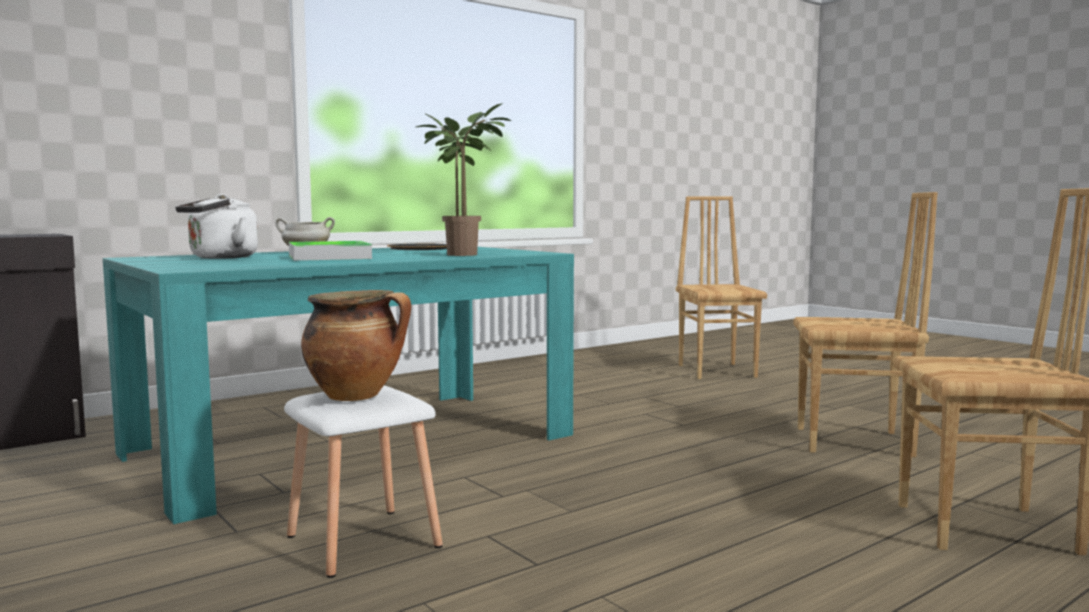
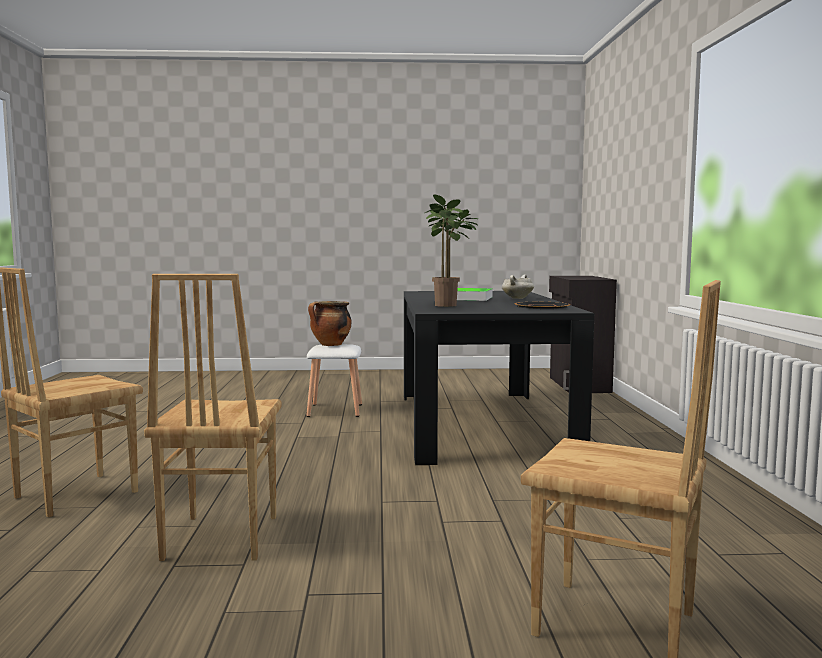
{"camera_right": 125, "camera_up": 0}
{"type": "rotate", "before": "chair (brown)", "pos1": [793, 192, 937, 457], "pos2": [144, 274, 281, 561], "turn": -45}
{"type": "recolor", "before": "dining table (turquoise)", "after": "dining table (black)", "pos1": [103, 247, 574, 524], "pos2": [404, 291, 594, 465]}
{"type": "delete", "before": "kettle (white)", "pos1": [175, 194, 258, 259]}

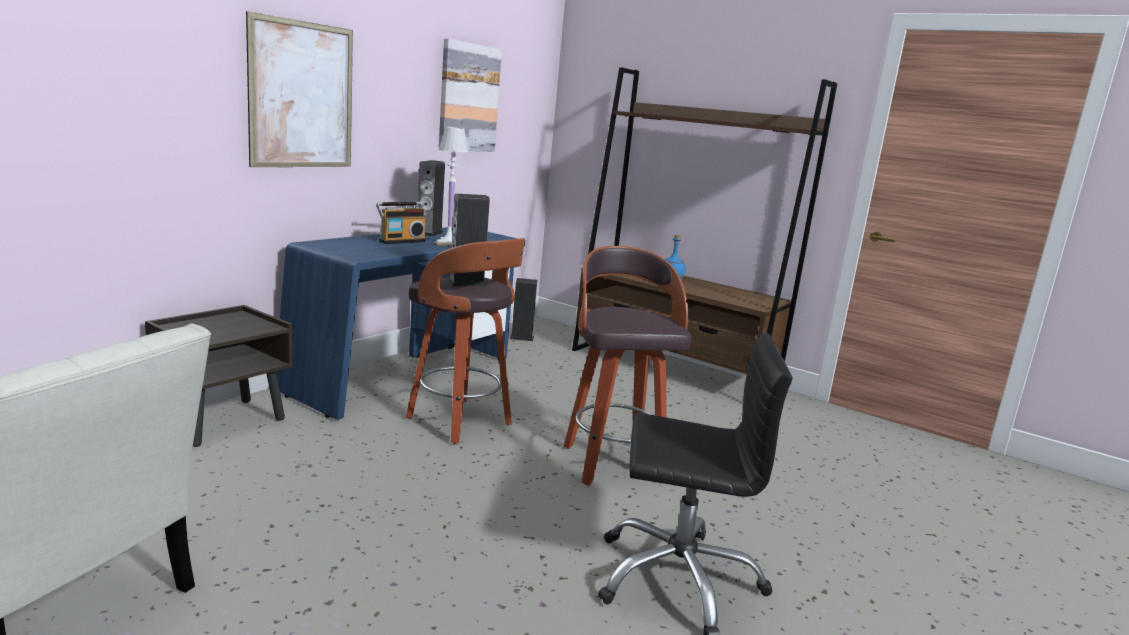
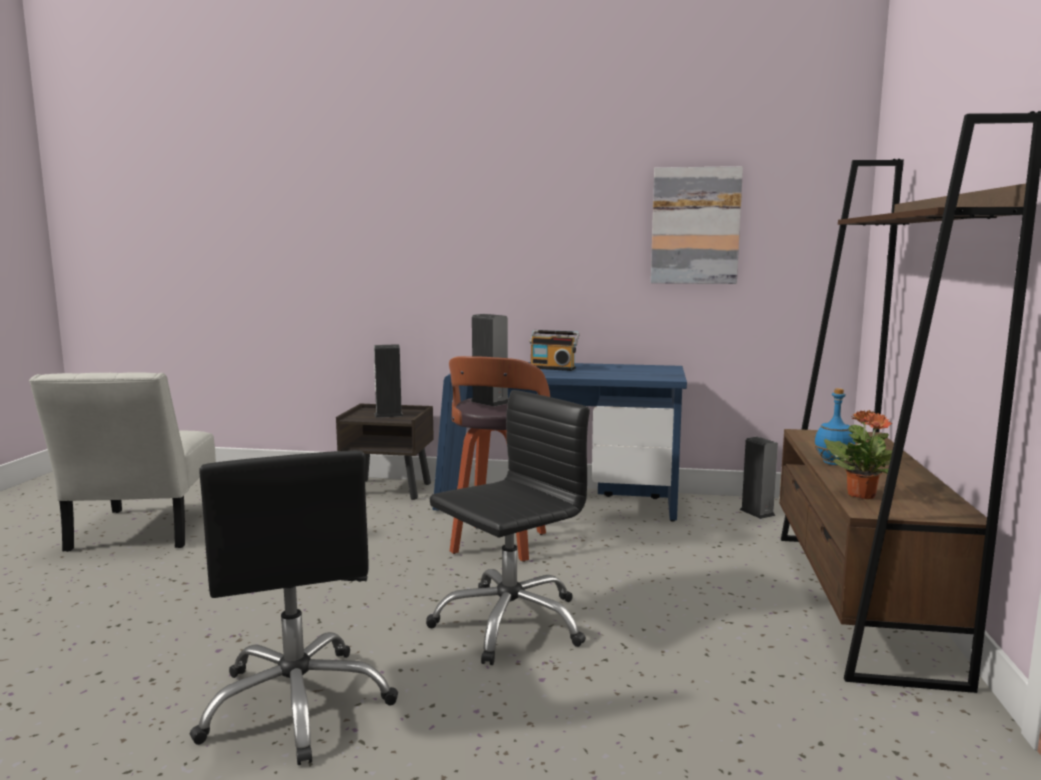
{"camera_right": 65, "camera_up": -5}
{"type": "move", "before": "speaker", "pos1": [418, 160, 445, 237], "pos2": [374, 344, 403, 418]}
{"type": "replace", "before": "stool", "after": "office chair (black)", "pos1": [563, 246, 691, 485], "pos2": [426, 390, 590, 665]}
{"type": "insert", "after": "potted plant", "pos2": [824, 410, 892, 499]}
{"type": "delete", "before": "picture", "pos1": [246, 11, 353, 167]}
{"type": "delete", "before": "table lamp (white)", "pos1": [434, 127, 469, 247]}

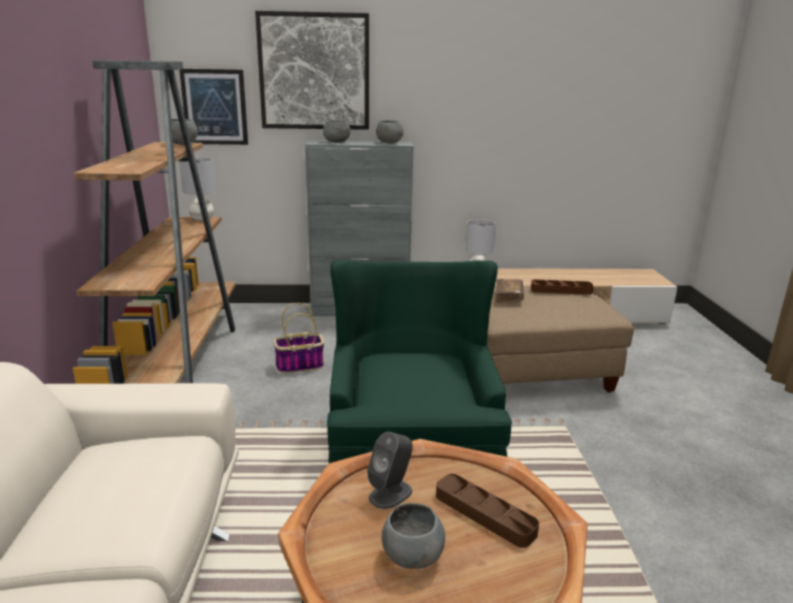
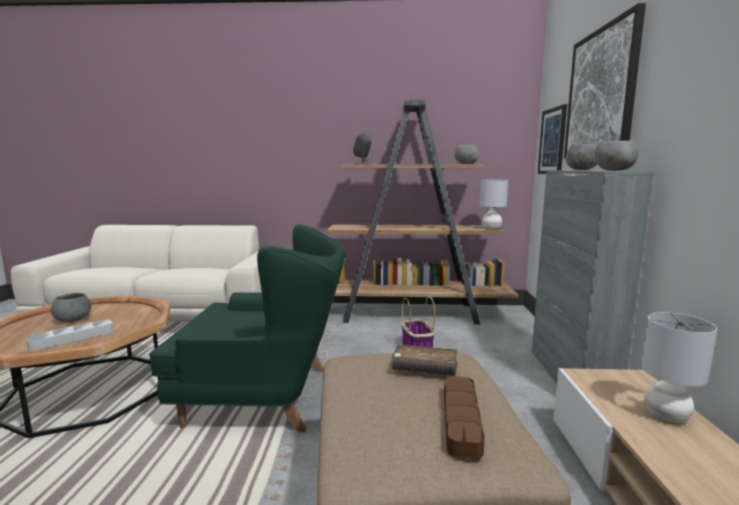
{"camera_right": 95, "camera_up": -10}
{"type": "recolor", "before": "tray (brown)", "after": "tray (grey)", "pos1": [436, 474, 539, 548], "pos2": [26, 319, 113, 351]}
{"type": "move", "before": "speaker (grey)", "pos1": [367, 432, 413, 509], "pos2": [353, 133, 372, 164]}

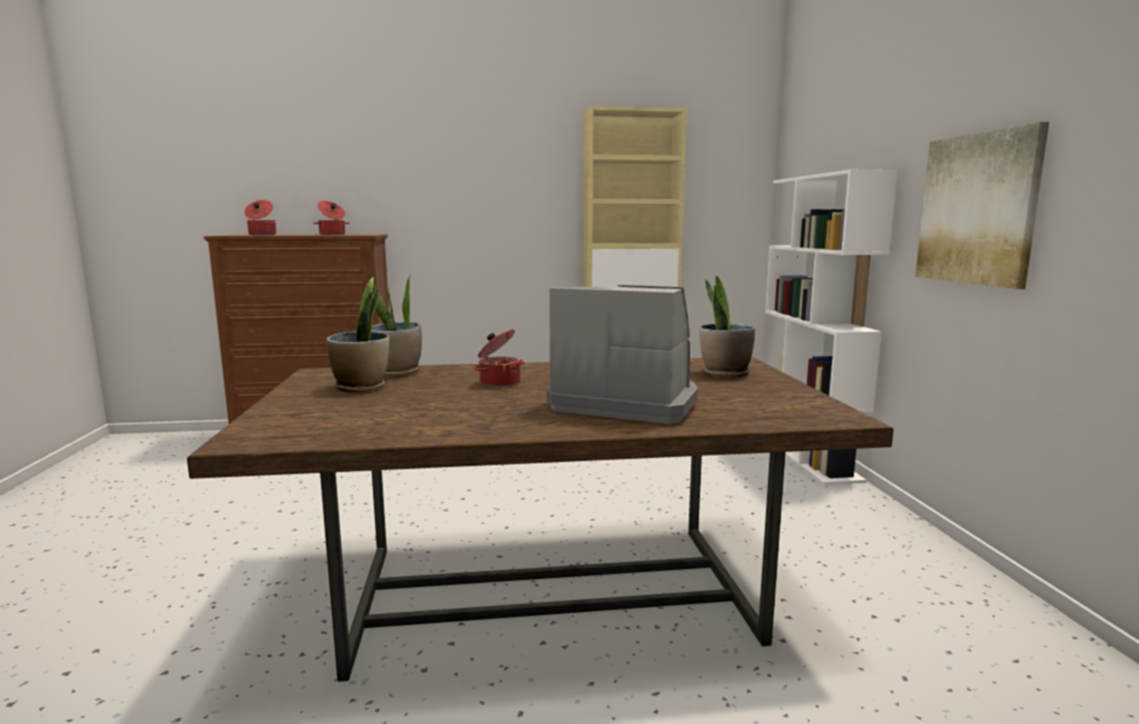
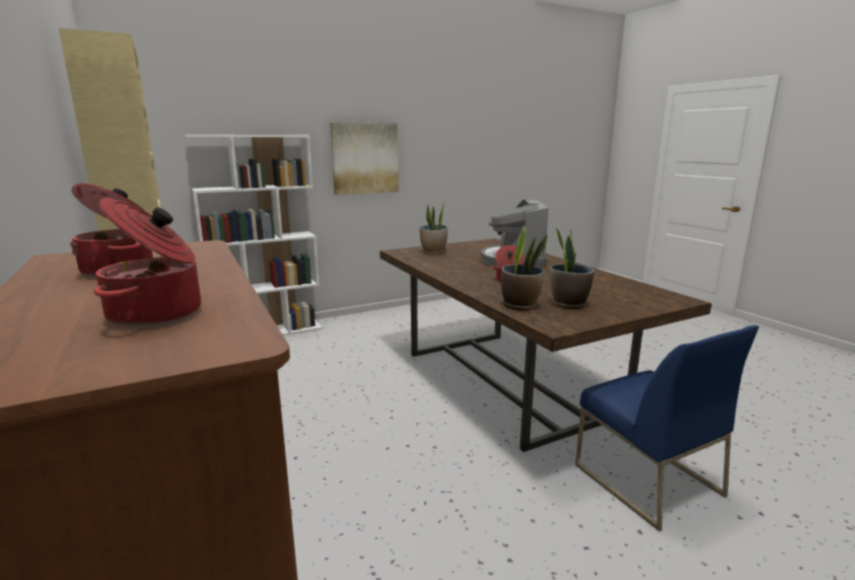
{"camera_right": -110, "camera_up": 5}
{"type": "insert", "after": "chair (blue)", "pos2": [575, 325, 759, 531]}

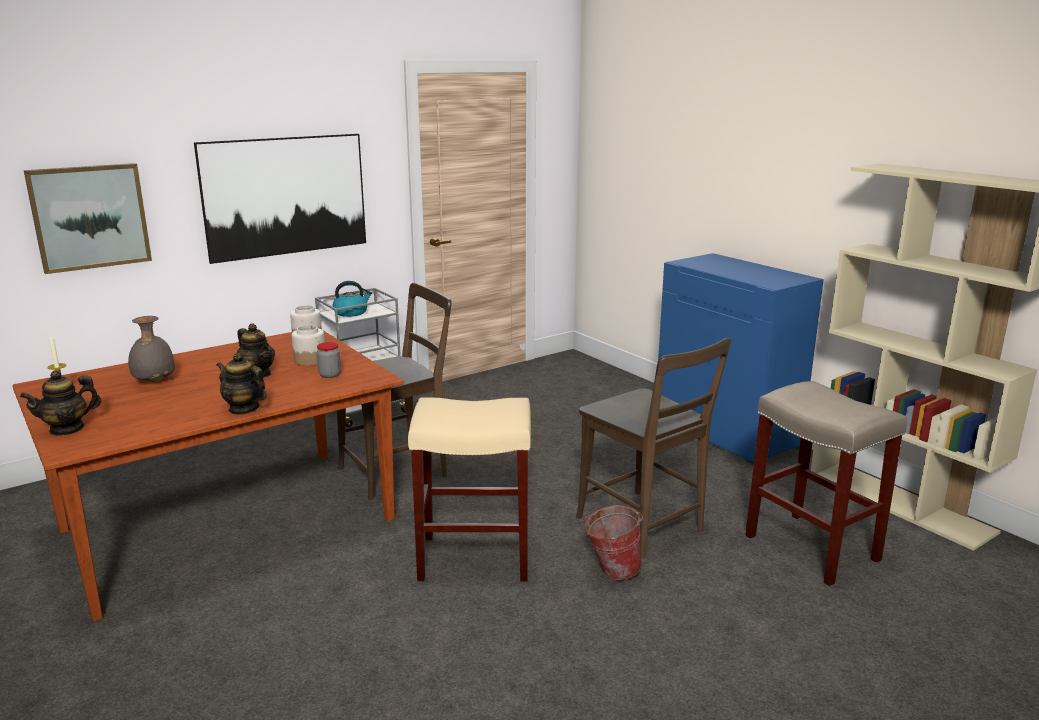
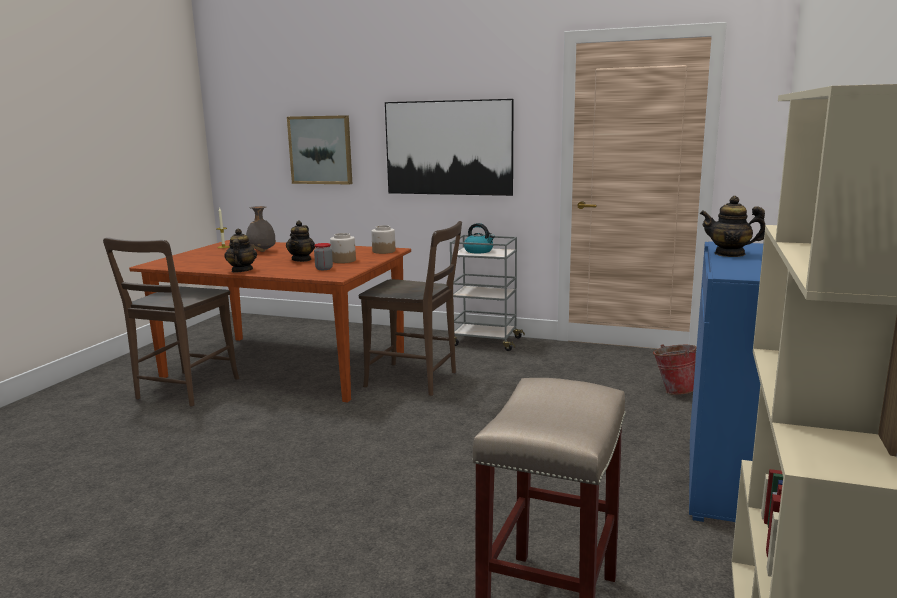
{"camera_right": 55, "camera_up": -5}
{"type": "move", "before": "chair (brown)", "pos1": [576, 338, 731, 558], "pos2": [103, 237, 239, 406]}
{"type": "move", "before": "bucket", "pos1": [582, 505, 643, 580], "pos2": [653, 345, 697, 395]}
{"type": "move", "before": "teapot", "pos1": [20, 370, 101, 436], "pos2": [700, 196, 765, 257]}
{"type": "delete", "before": "stool (beige)", "pos1": [408, 397, 531, 582]}

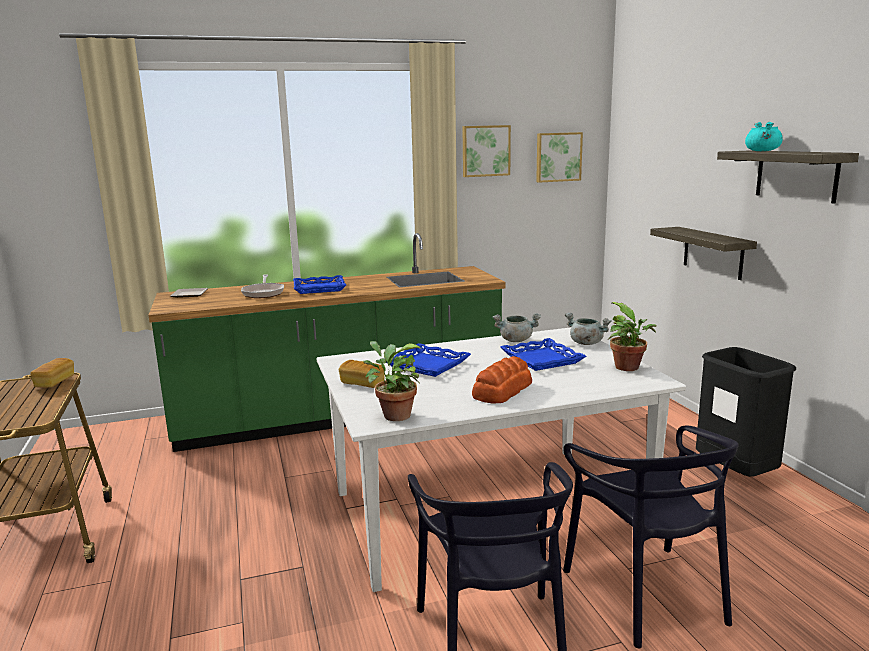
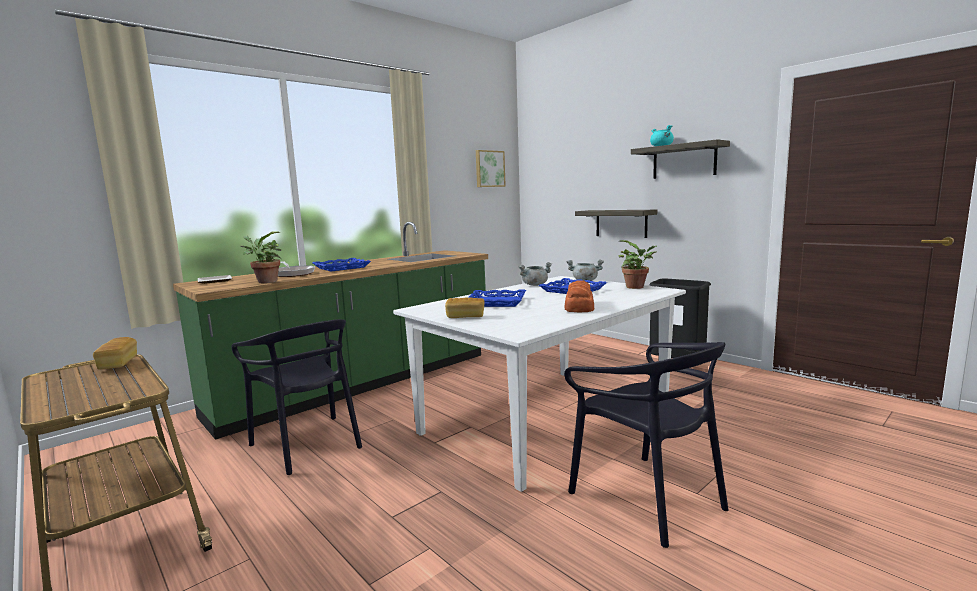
{"camera_right": -25, "camera_up": -5}
{"type": "move", "before": "chair (black)", "pos1": [563, 426, 739, 648], "pos2": [232, 319, 362, 475]}
{"type": "move", "before": "potted plant", "pos1": [363, 341, 421, 421], "pos2": [240, 231, 281, 283]}
{"type": "delete", "before": "picture", "pos1": [462, 125, 511, 177]}

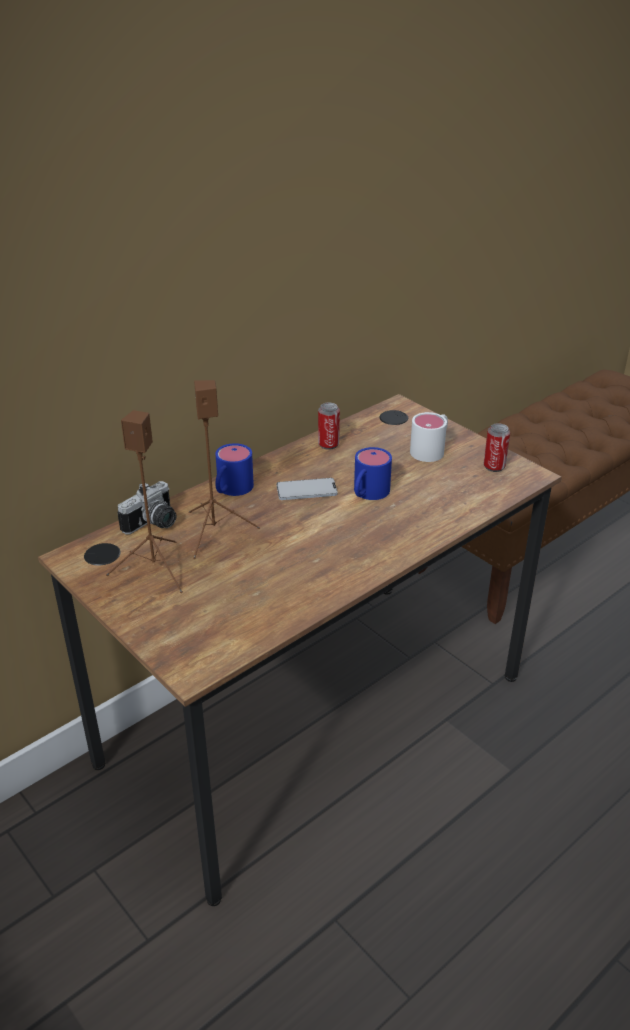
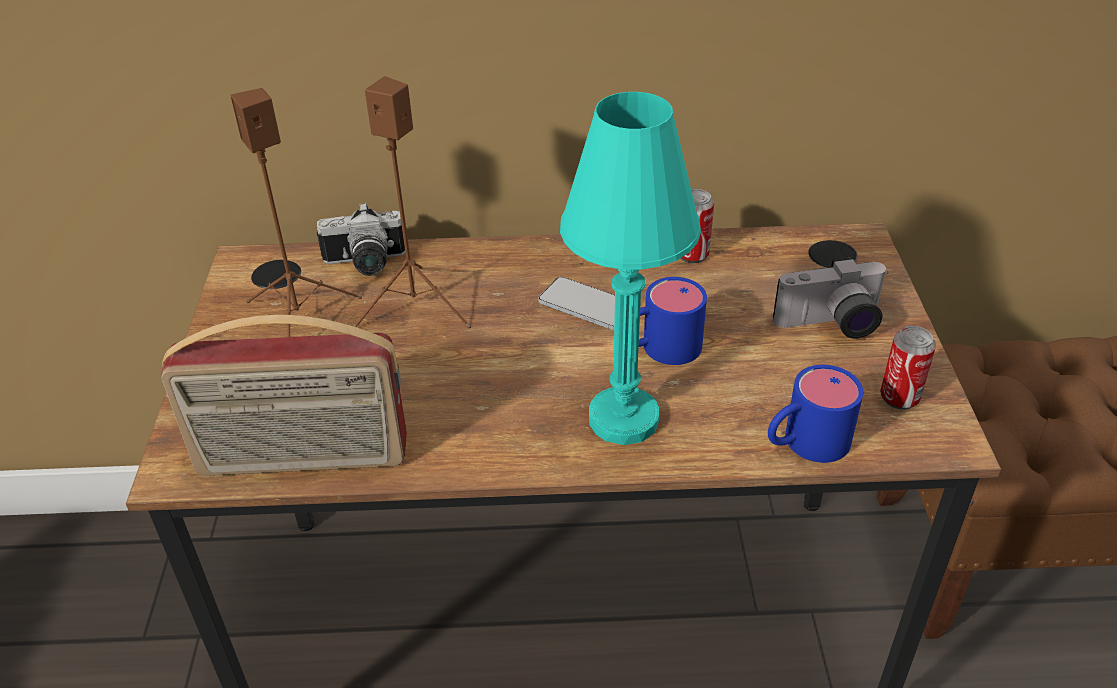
{"camera_right": 40, "camera_up": 5}
{"type": "insert", "after": "radio", "pos2": [161, 315, 407, 476]}
{"type": "insert", "after": "table lamp (turquoise)", "pos2": [560, 92, 701, 445]}
{"type": "move", "before": "mug (blue)", "pos1": [215, 443, 254, 496], "pos2": [768, 365, 863, 463]}
{"type": "replace", "before": "mug (white)", "after": "photo camera", "pos1": [410, 412, 448, 462], "pos2": [773, 257, 888, 339]}

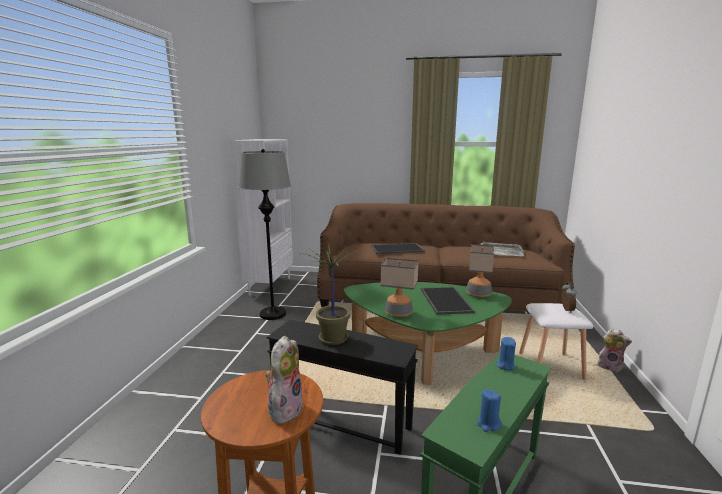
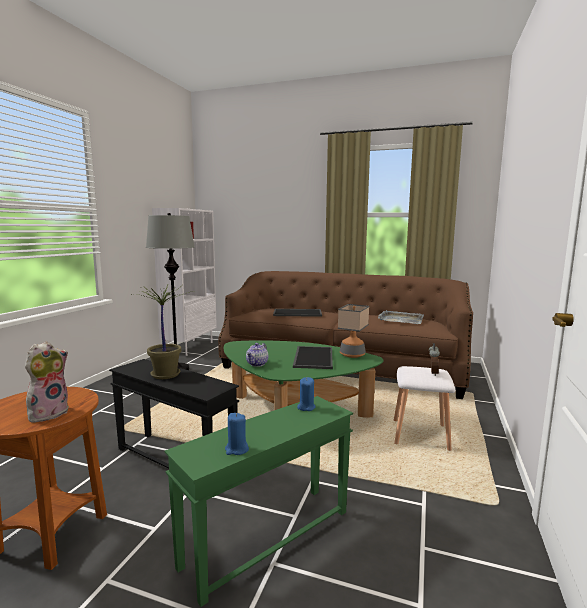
{"camera_right": 10, "camera_up": -5}
{"type": "replace", "before": "table lamp", "after": "teapot", "pos1": [381, 258, 419, 317], "pos2": [246, 343, 268, 367]}
{"type": "delete", "before": "plush toy", "pos1": [597, 328, 632, 372]}

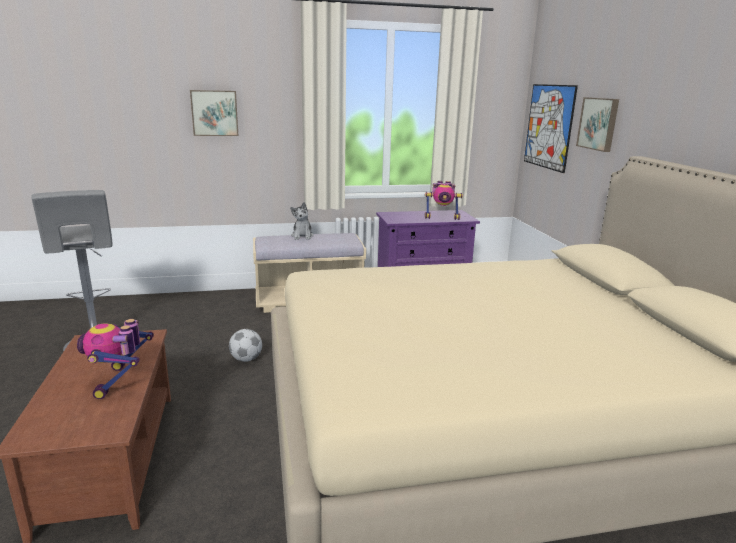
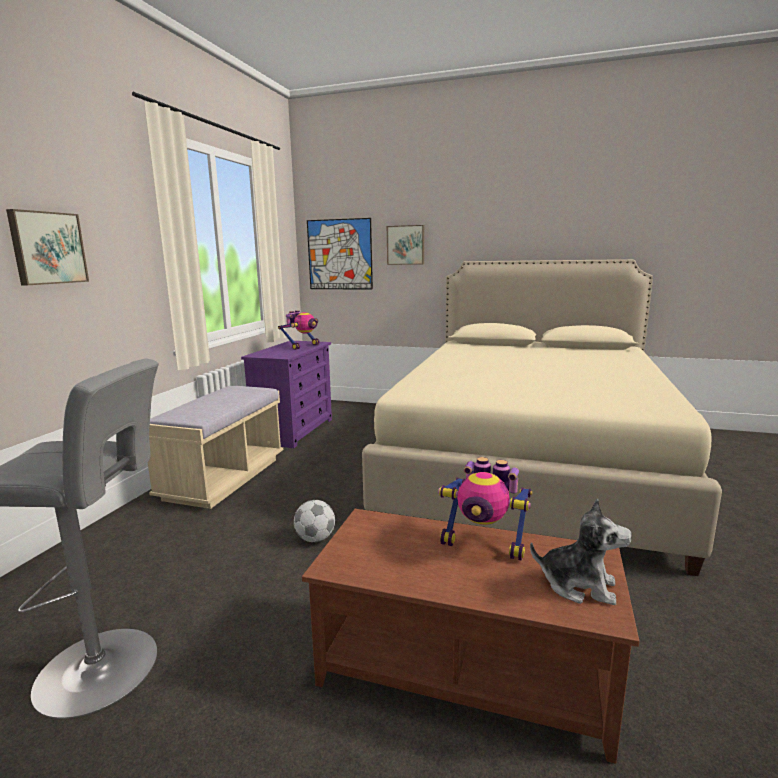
{"camera_right": -60, "camera_up": -5}
{"type": "move", "before": "plush toy", "pos1": [290, 202, 314, 240], "pos2": [530, 498, 632, 605]}

